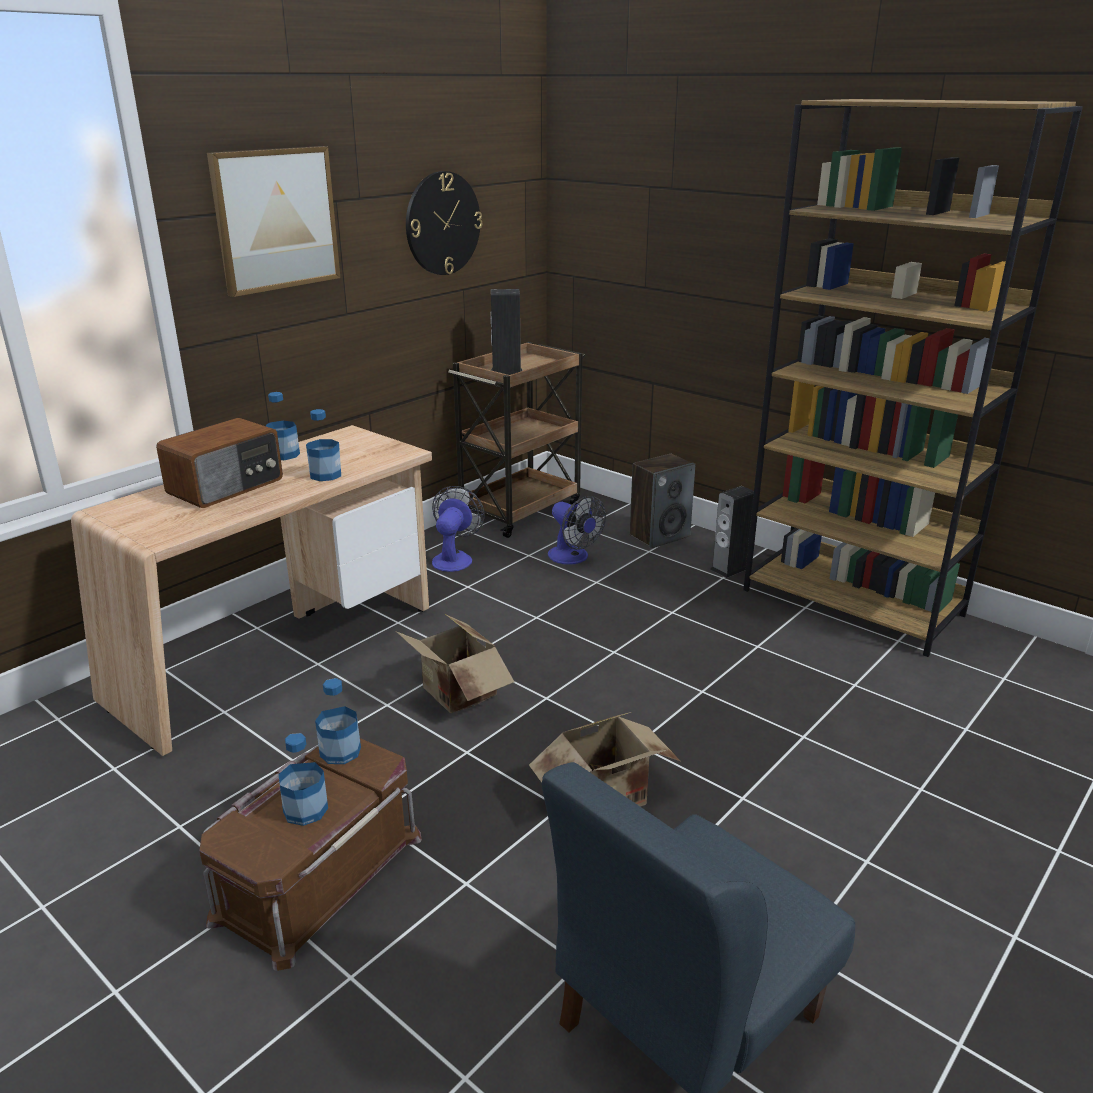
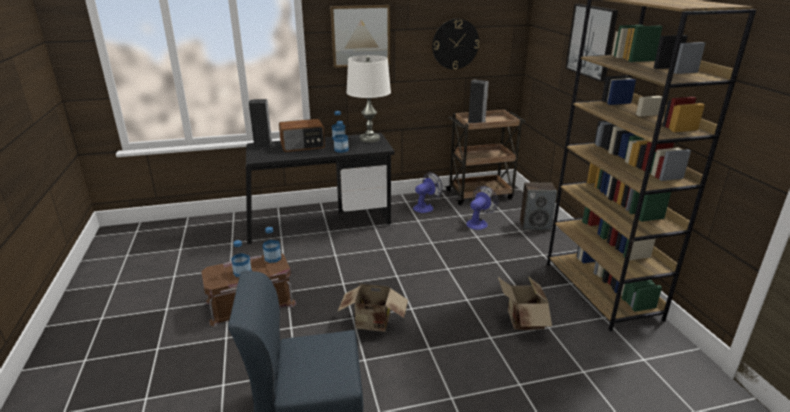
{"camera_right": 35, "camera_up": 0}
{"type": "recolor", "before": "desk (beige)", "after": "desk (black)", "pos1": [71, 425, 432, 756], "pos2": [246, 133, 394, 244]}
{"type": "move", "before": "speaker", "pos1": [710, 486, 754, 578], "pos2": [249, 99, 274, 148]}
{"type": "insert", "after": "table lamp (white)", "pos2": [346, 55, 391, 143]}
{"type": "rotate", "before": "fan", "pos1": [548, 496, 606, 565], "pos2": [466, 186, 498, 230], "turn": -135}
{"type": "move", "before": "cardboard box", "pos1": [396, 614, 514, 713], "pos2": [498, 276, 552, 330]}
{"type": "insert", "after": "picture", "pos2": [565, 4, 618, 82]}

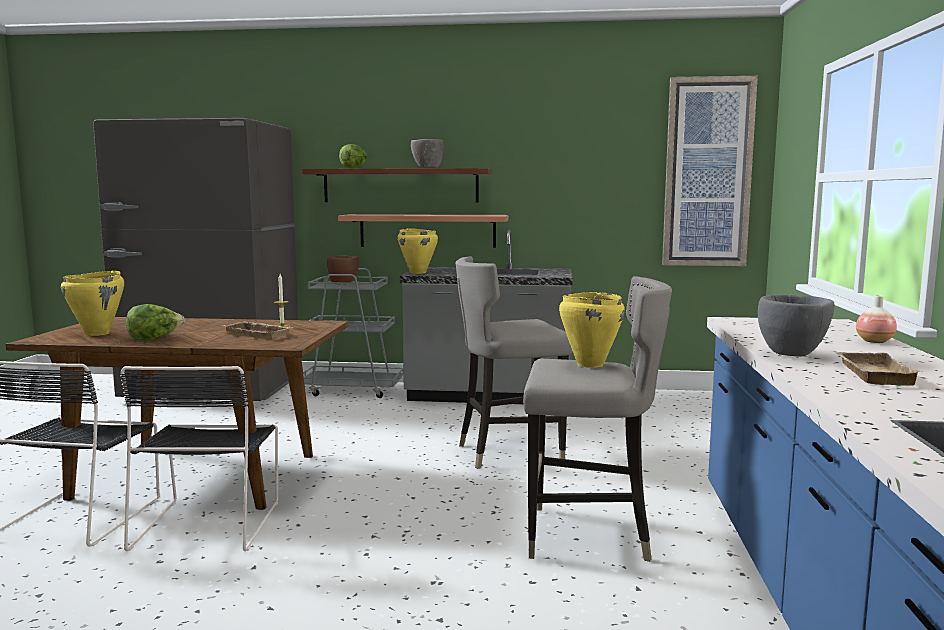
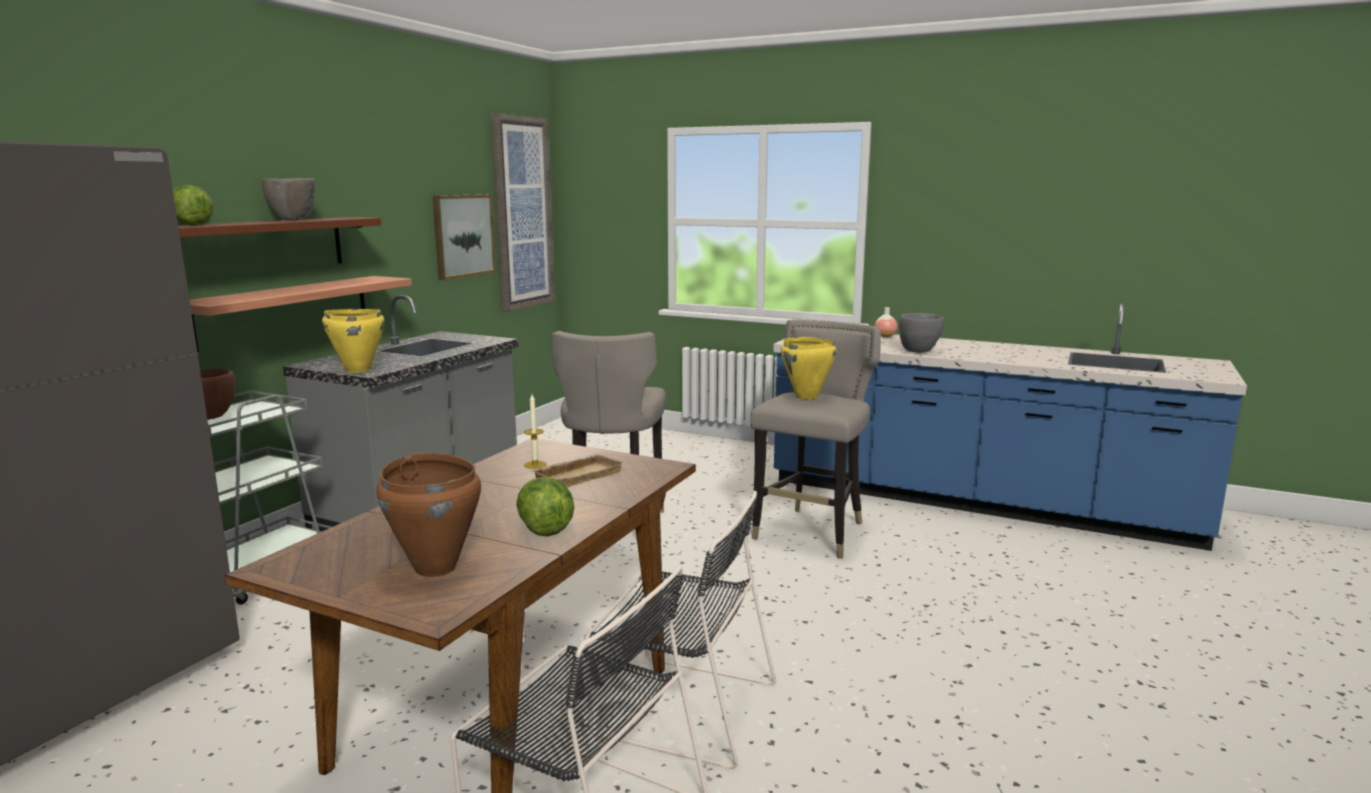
{"camera_right": -70, "camera_up": 5}
{"type": "recolor", "before": "cooking pot (yellow)", "after": "cooking pot (brown)", "pos1": [61, 271, 124, 336], "pos2": [376, 453, 481, 577]}
{"type": "insert", "after": "picture", "pos2": [432, 194, 496, 280]}
{"type": "delete", "before": "tray (beige)", "pos1": [836, 352, 923, 386]}

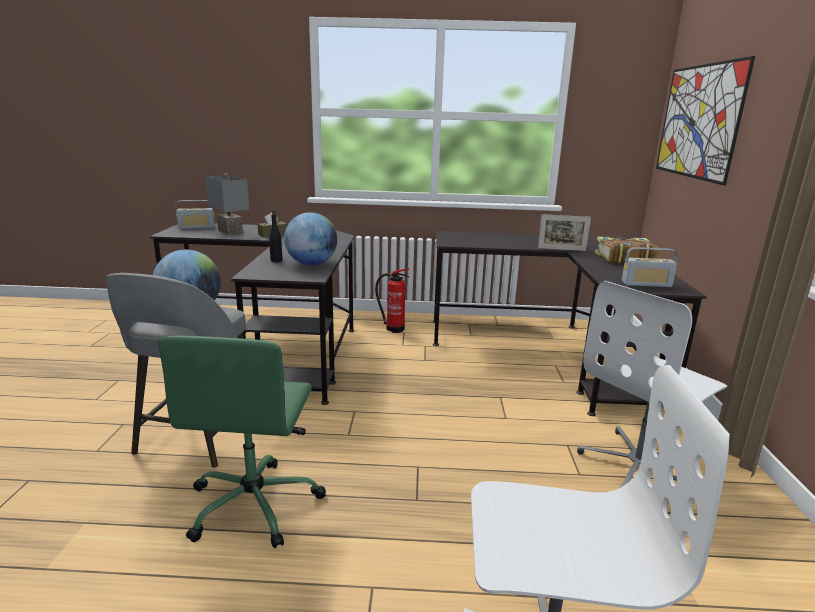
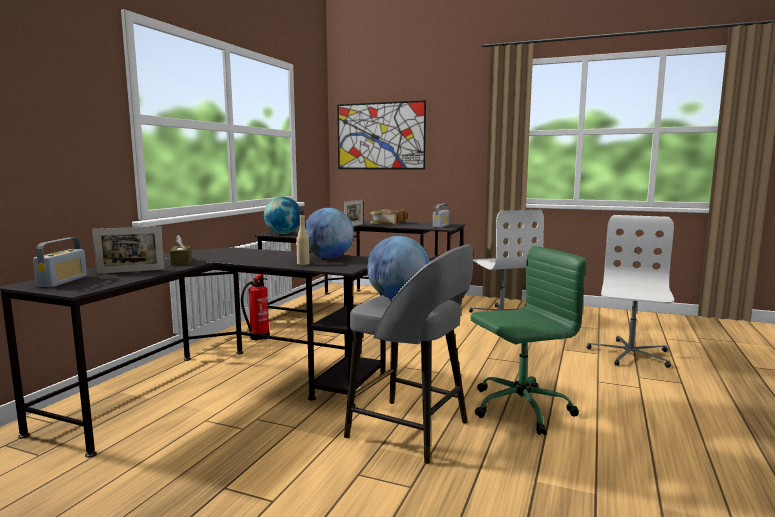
{"camera_right": -70, "camera_up": -10}
{"type": "replace", "before": "table lamp (grey)", "after": "picture frame", "pos1": [205, 174, 249, 235], "pos2": [92, 226, 165, 274]}
{"type": "insert", "after": "globe", "pos2": [264, 197, 301, 234]}
{"type": "recolor", "before": "bottle (black)", "after": "bottle (beige)", "pos1": [269, 210, 283, 262], "pos2": [296, 210, 310, 265]}
{"type": "rotate", "before": "office chair (green)", "pos1": [157, 335, 326, 548], "pos2": [470, 246, 587, 435], "turn": -45}

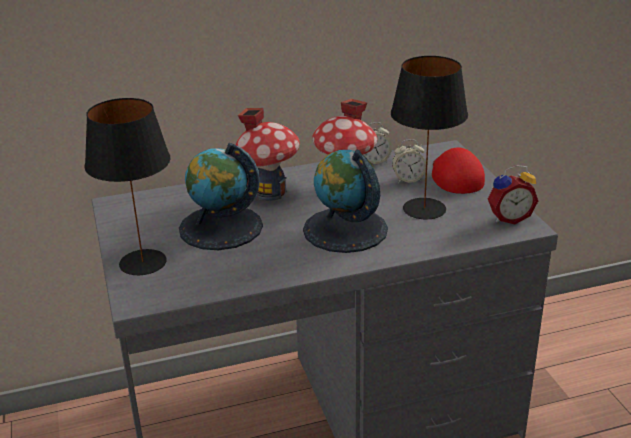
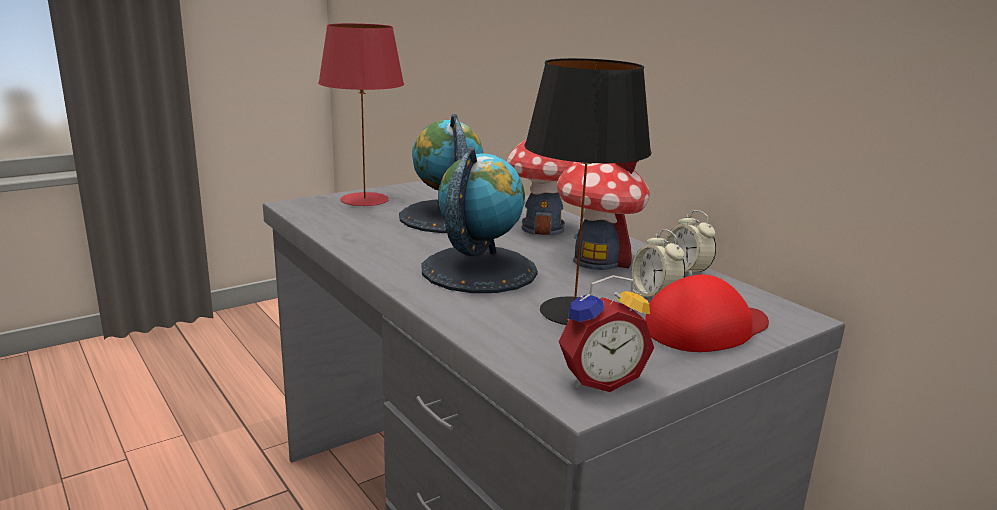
{"camera_right": 70, "camera_up": -10}
{"type": "recolor", "before": "table lamp (black)", "after": "table lamp (red)", "pos1": [84, 98, 170, 275], "pos2": [318, 23, 404, 206]}
{"type": "rotate", "before": "alarm clock", "pos1": [488, 165, 538, 224], "pos2": [558, 275, 654, 392], "turn": -75}

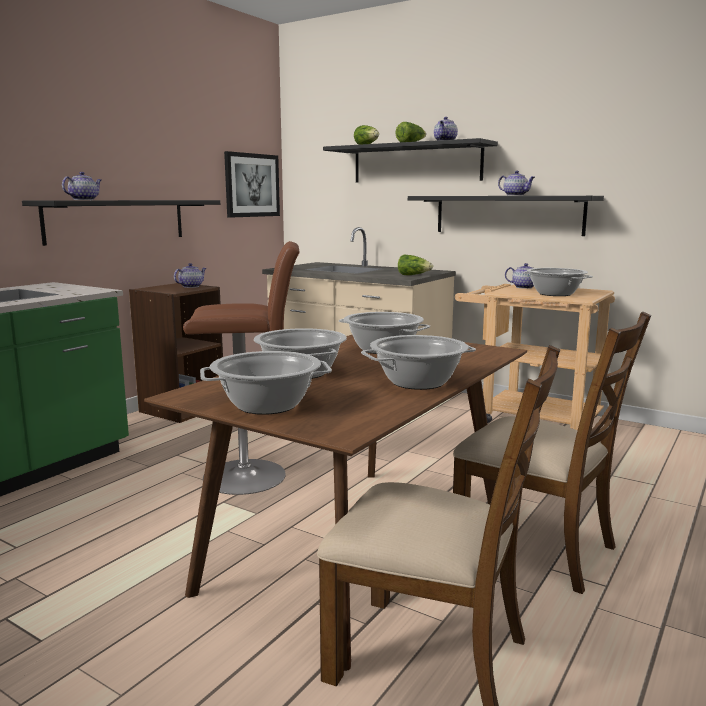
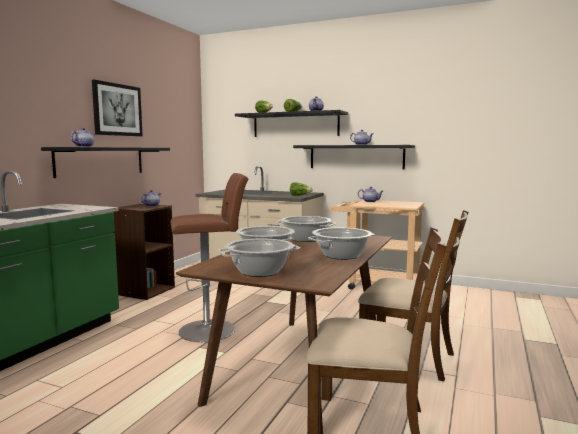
{"camera_right": -10, "camera_up": -5}
{"type": "move", "before": "picture", "pos1": [224, 151, 280, 218], "pos2": [92, 80, 143, 136]}
{"type": "delete", "before": "cooking pot", "pos1": [522, 268, 593, 296]}

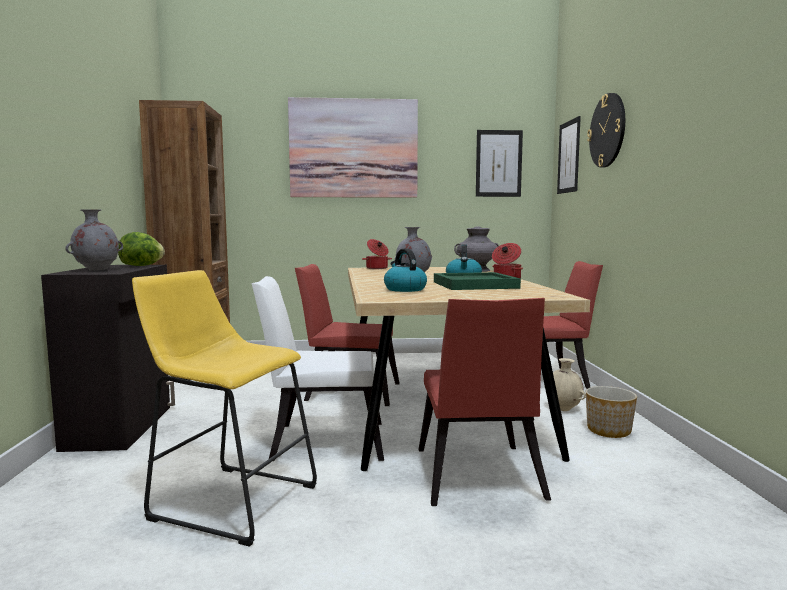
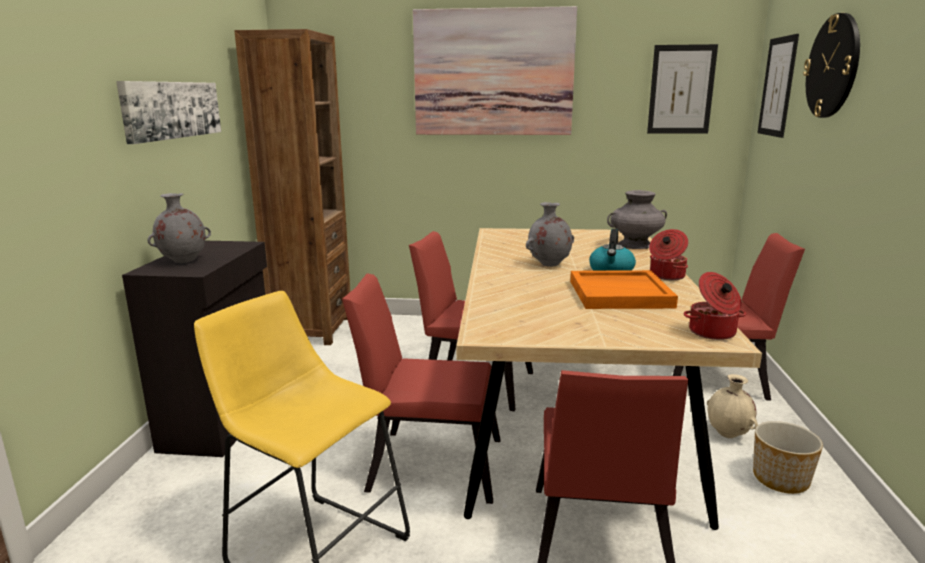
{"camera_right": 10, "camera_up": 10}
{"type": "insert", "after": "picture", "pos2": [116, 81, 221, 144]}
{"type": "recolor", "before": "chair (white)", "after": "chair (red)", "pos1": [252, 276, 384, 461], "pos2": [342, 274, 501, 504]}
{"type": "recolor", "before": "tray (green)", "after": "tray (orange)", "pos1": [434, 272, 521, 290], "pos2": [570, 270, 678, 309]}
{"type": "move", "before": "cooking pot", "pos1": [362, 239, 392, 269], "pos2": [683, 272, 746, 340]}
{"type": "delete", "before": "lettuce", "pos1": [118, 232, 165, 266]}
{"type": "delete", "before": "kettle", "pos1": [384, 249, 427, 292]}

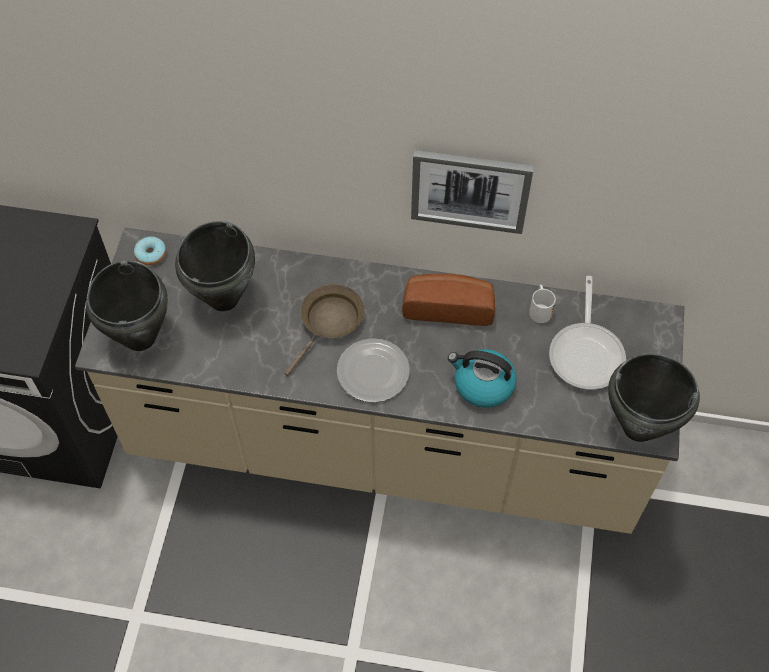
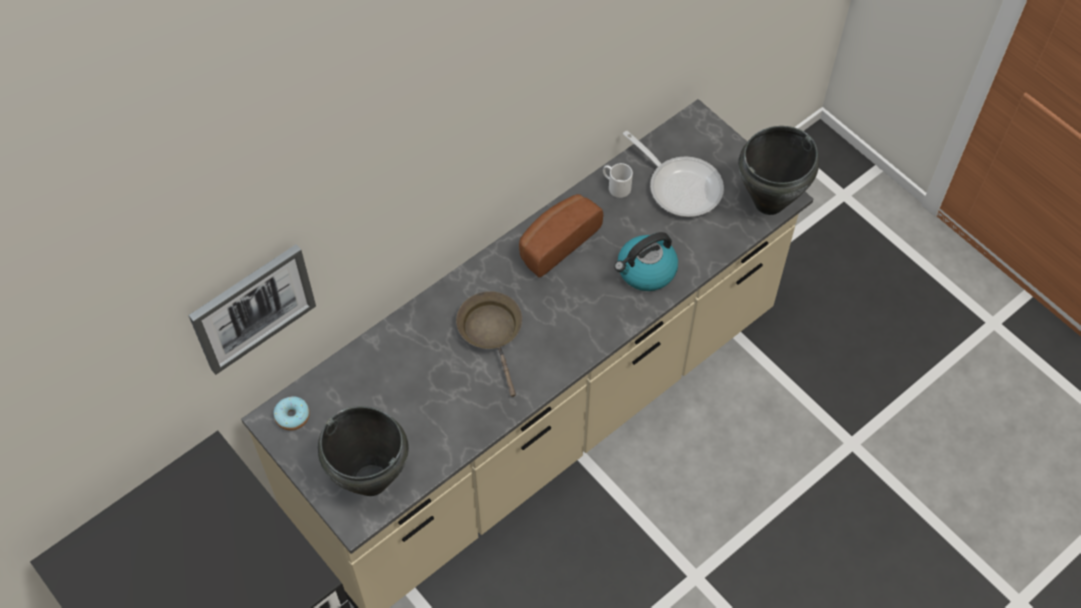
{"camera_right": -50, "camera_up": 0}
{"type": "move", "before": "picture", "pos1": [411, 150, 534, 234], "pos2": [188, 244, 316, 375]}
{"type": "delete", "before": "cooking pot (black)", "pos1": [175, 221, 255, 311]}
{"type": "delete", "before": "plate", "pos1": [337, 338, 410, 403]}

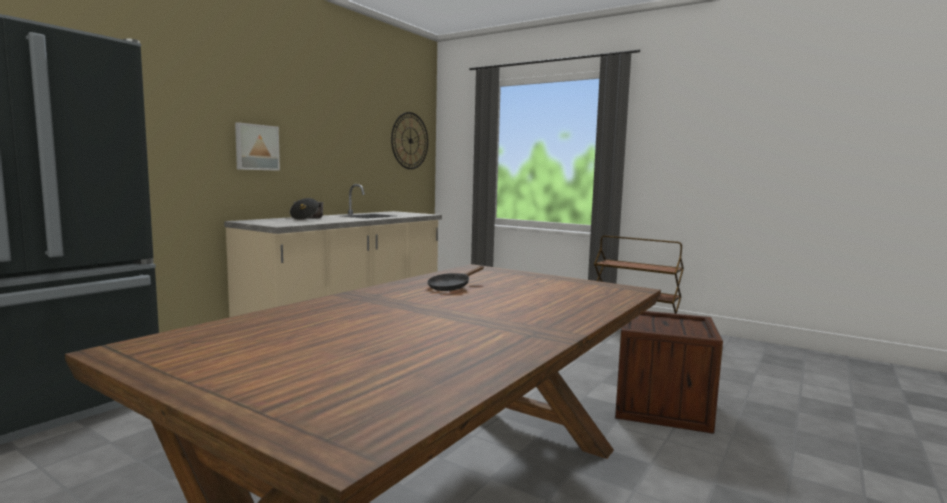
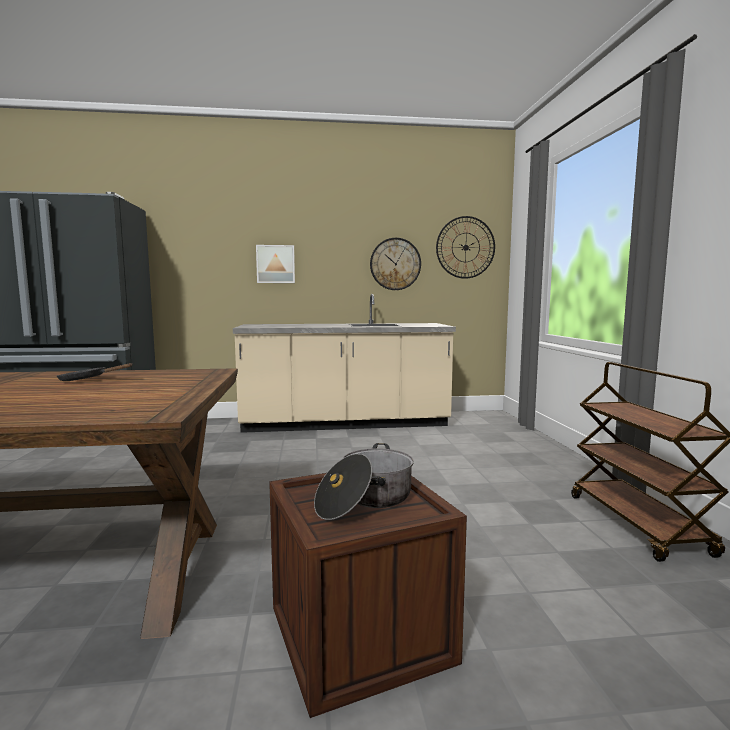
{"camera_right": 50, "camera_up": 0}
{"type": "move", "before": "cooking pot", "pos1": [290, 198, 324, 220], "pos2": [314, 443, 414, 520]}
{"type": "insert", "after": "wall clock", "pos2": [370, 238, 421, 290]}

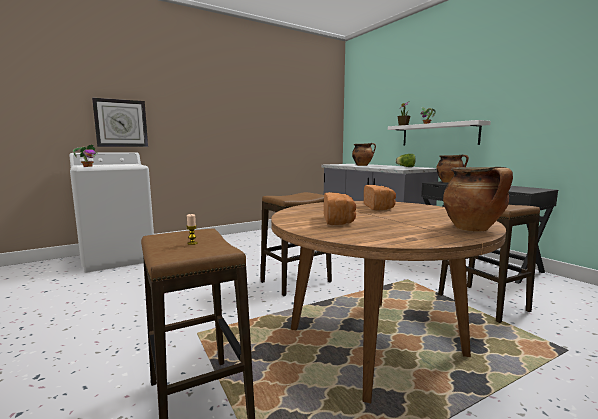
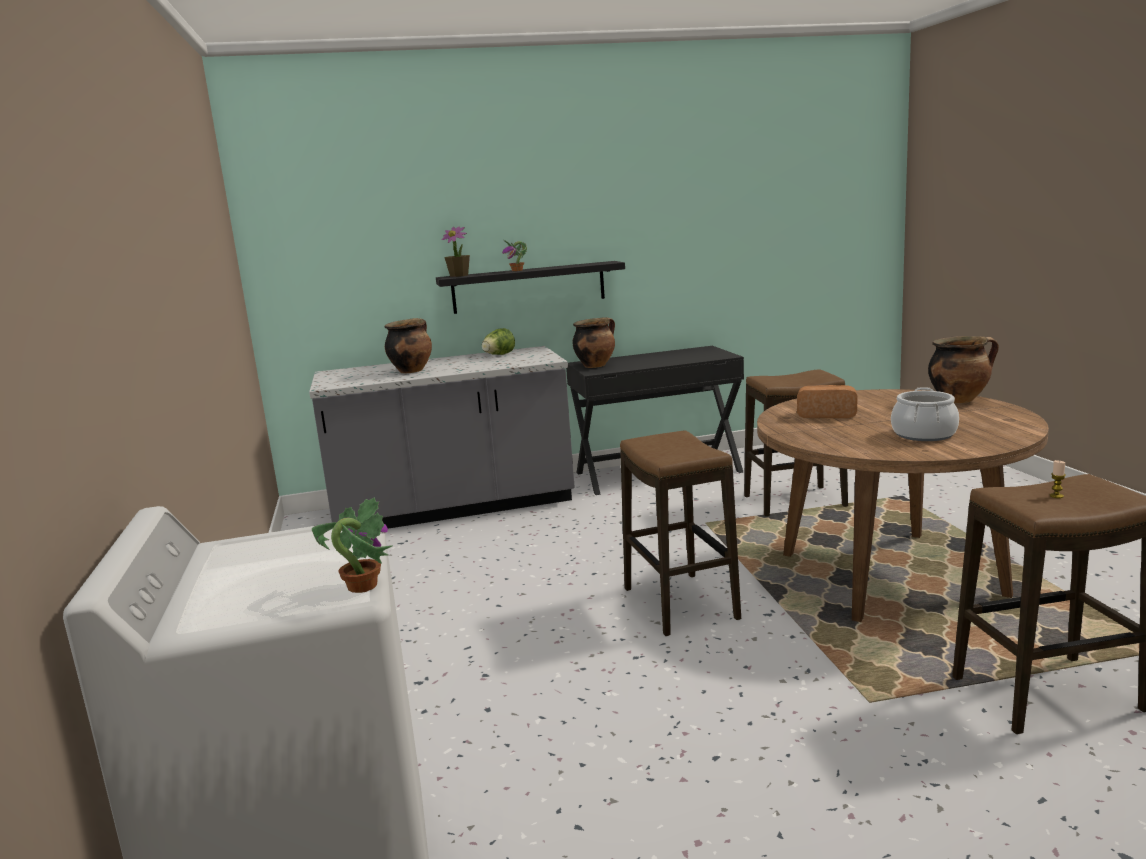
{"camera_right": -70, "camera_up": 5}
{"type": "recolor", "before": "shelf (white)", "after": "shelf (black)", "pos1": [388, 120, 491, 145], "pos2": [436, 261, 625, 314]}
{"type": "replace", "before": "bread", "after": "cooking pot", "pos1": [324, 192, 356, 225], "pos2": [891, 387, 959, 441]}
{"type": "delete", "before": "wall clock", "pos1": [92, 98, 148, 147]}

